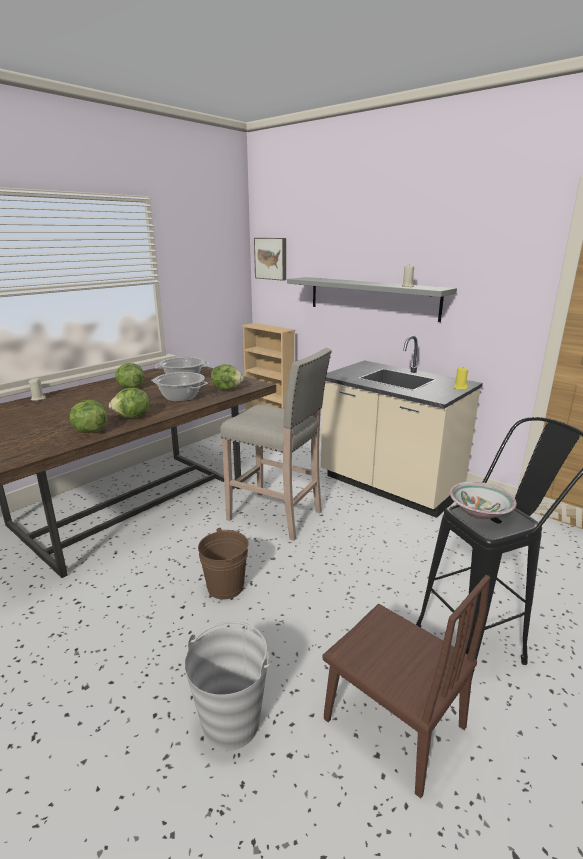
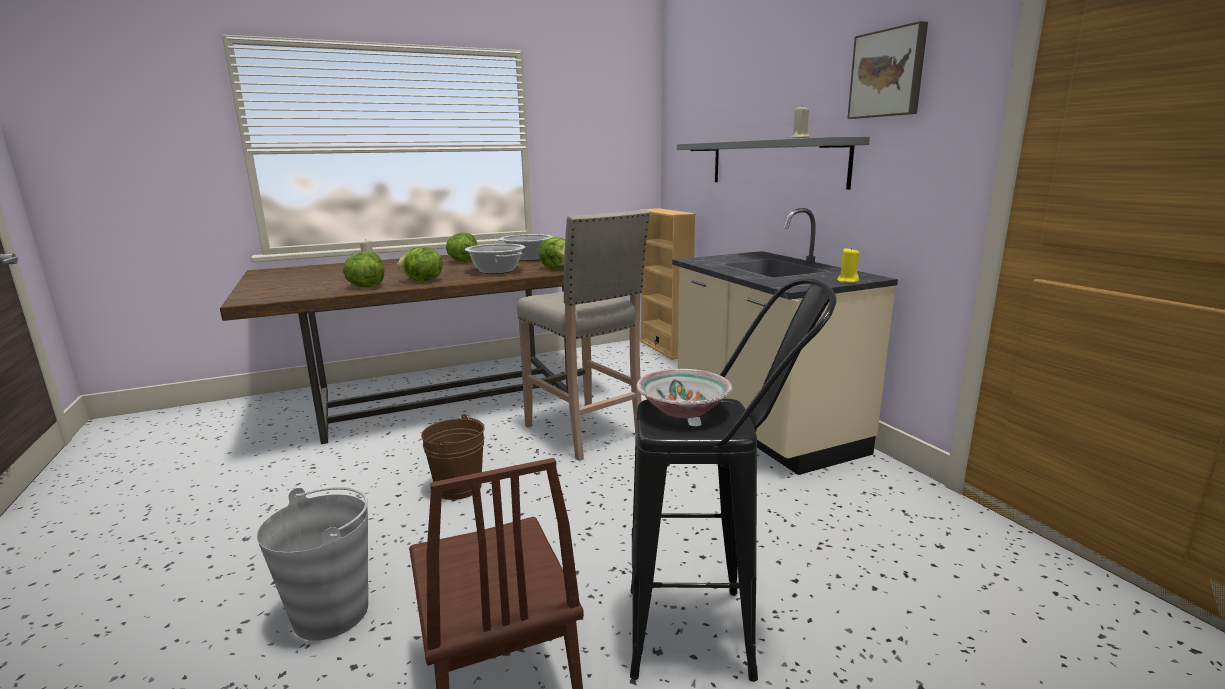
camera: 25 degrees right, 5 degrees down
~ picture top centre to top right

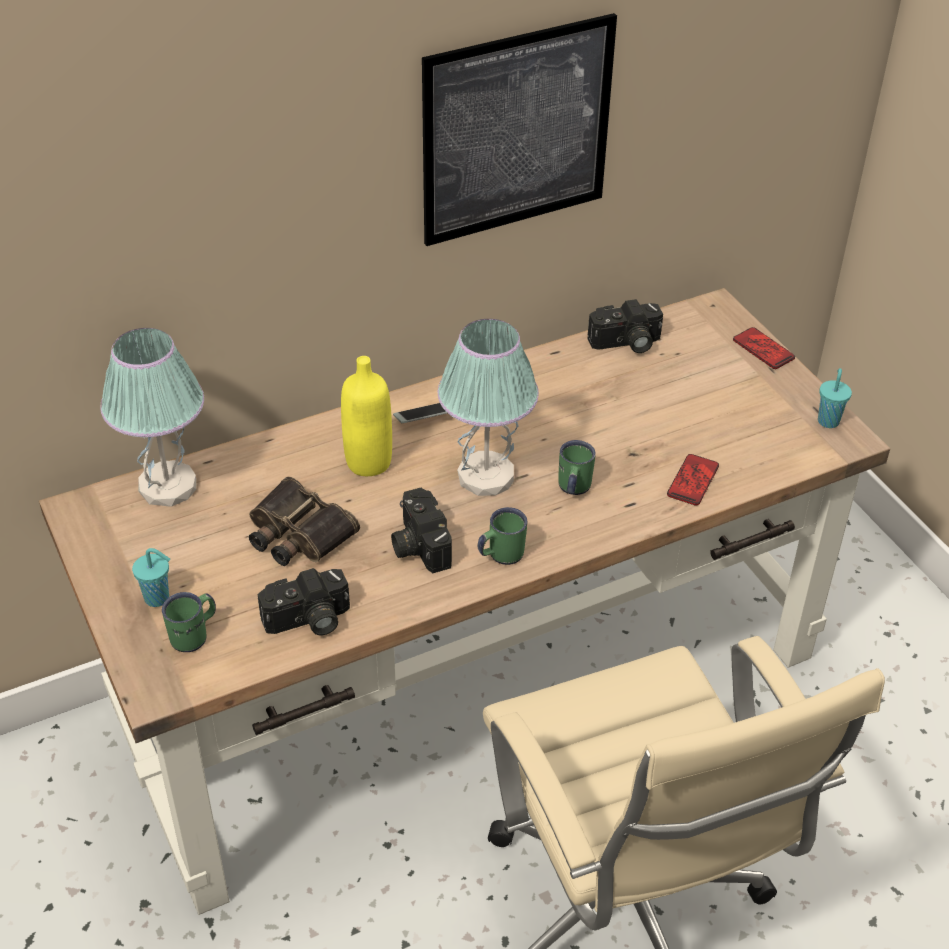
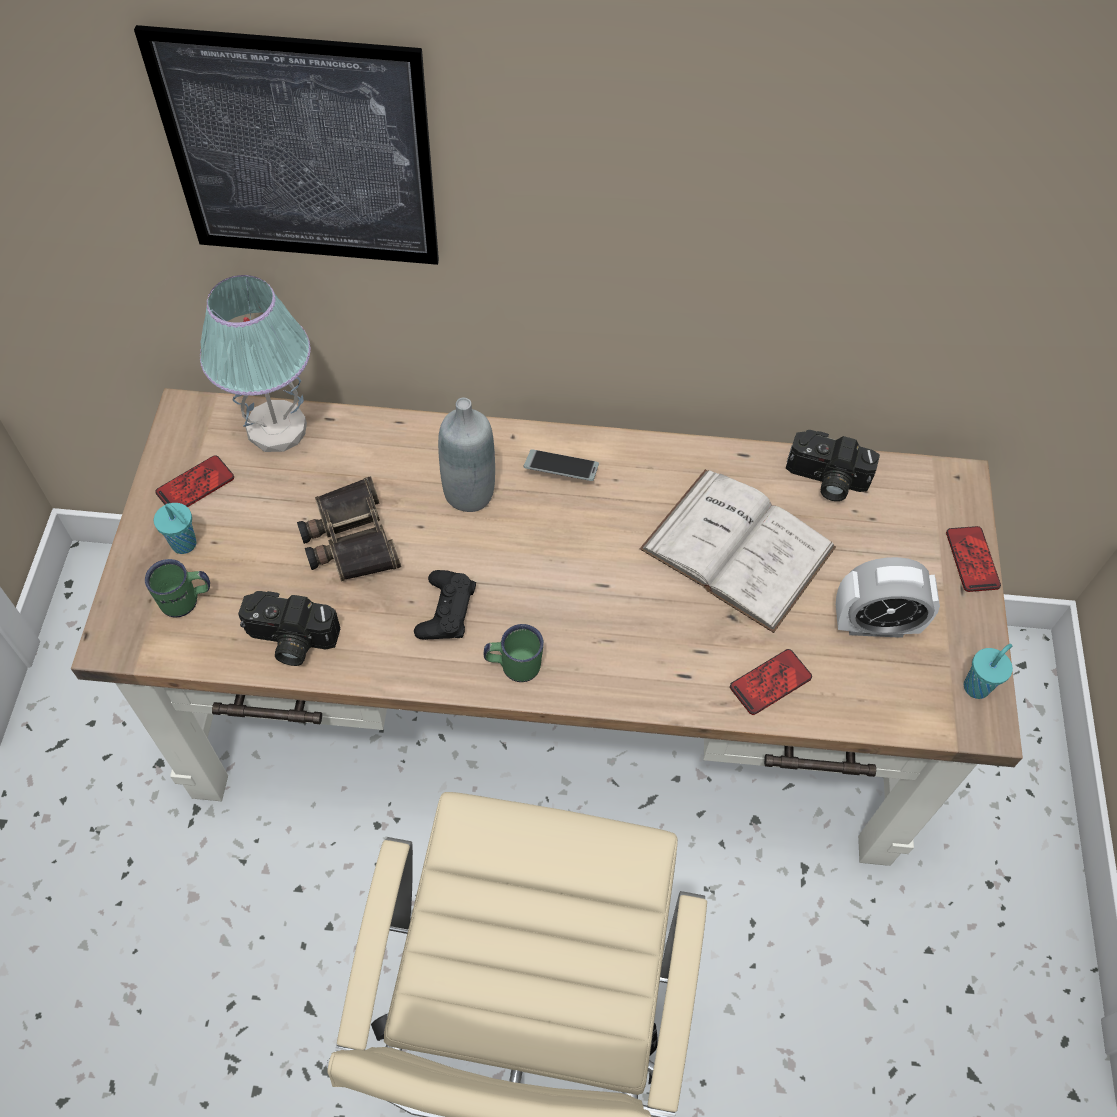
camera: 30 degrees right, 15 degrees up
~ picture top centre to top left
+ phone (1st from left) middle left
~ photo camera (2nd from left) centre to game controller (black) centre
~ bottle (yellow) centre to bottle (grey) centre
+ book (white) centre
+ alarm clock middle right
- table lamp (2nd from left) centre
- mug (green) (3rd from left) centre

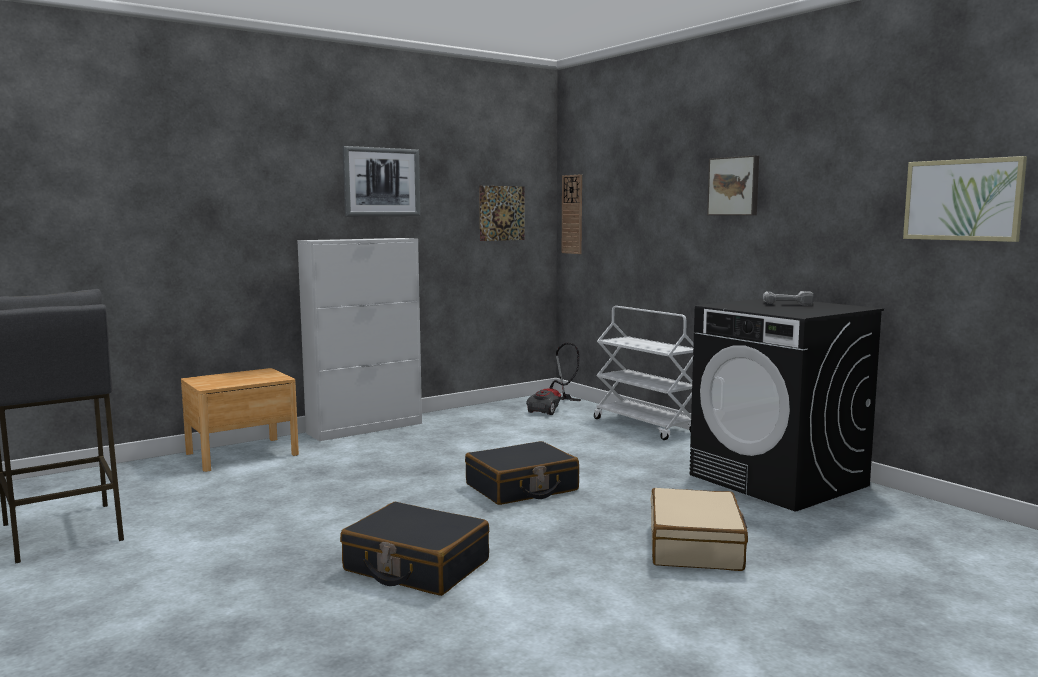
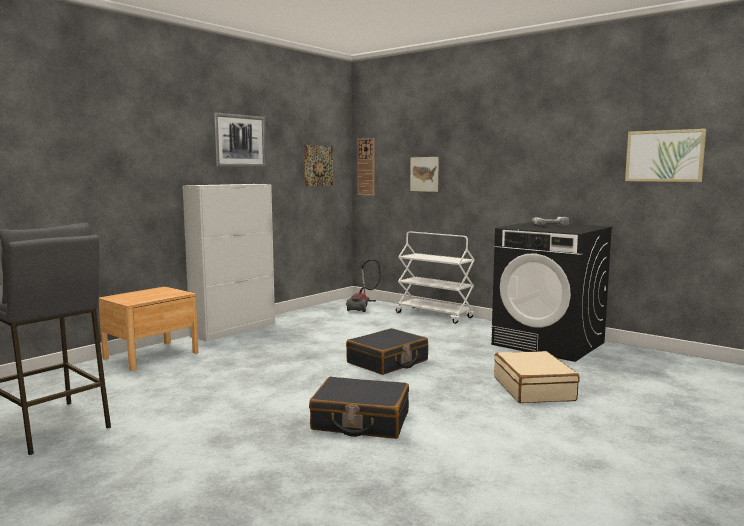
camera: 15 degrees left, 0 degrees up
~ picture (3rd from left) top right to top centre

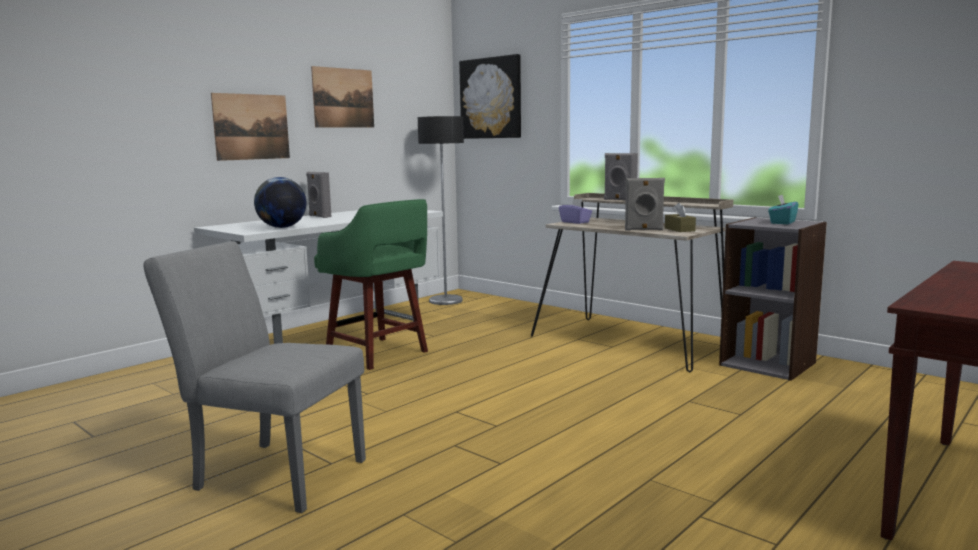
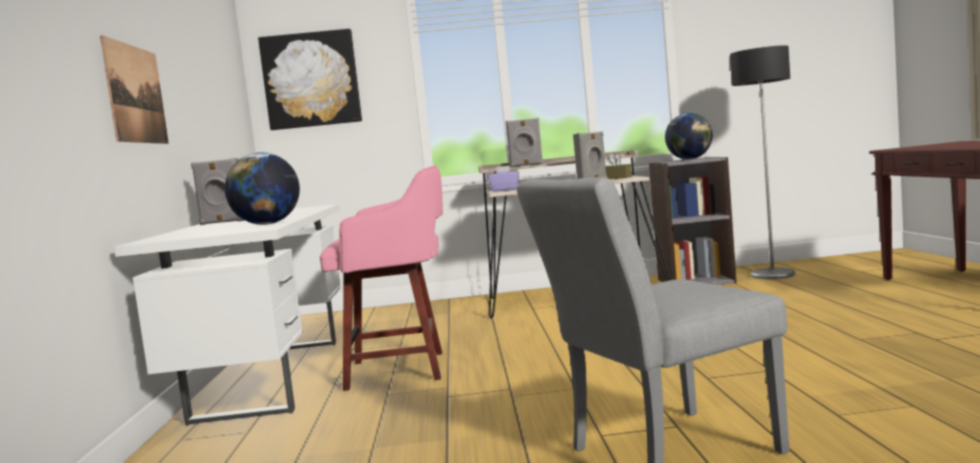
camera: 45 degrees left, 5 degrees down
~ stool (green) centre to stool (pink) centre
~ tissue box (turquoise) middle right to globe (2nd from left) top right
~ floor lamp centre to middle right
- picture (2nd from left) top centre

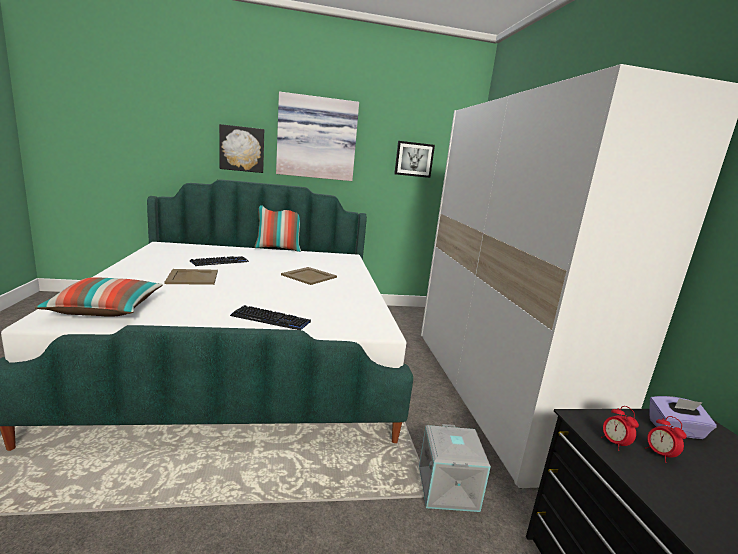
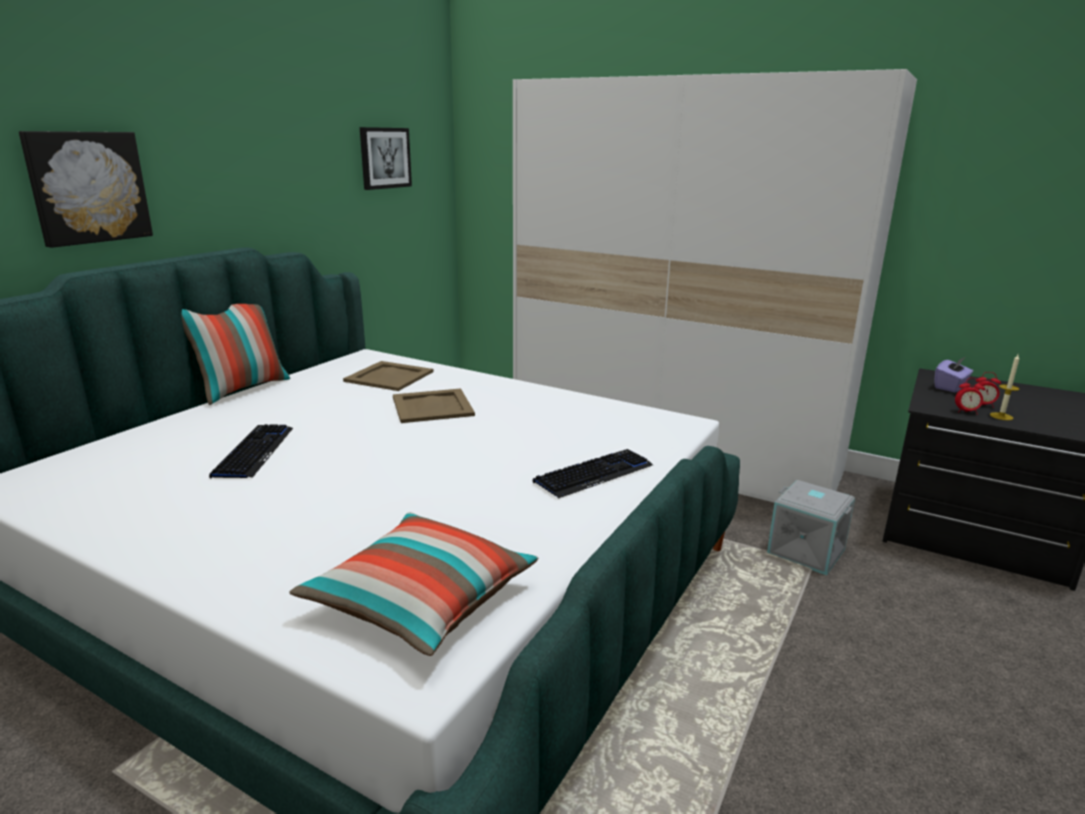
camera: 50 degrees left, 5 degrees up
~ tray (beige) (1st from left) middle left to centre
+ candle middle right
- picture (2nd from left) top centre

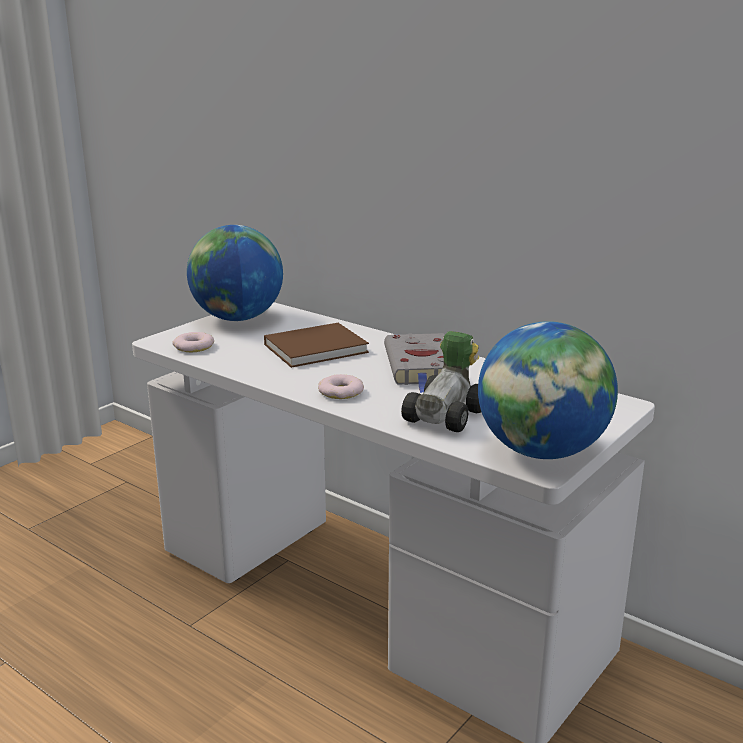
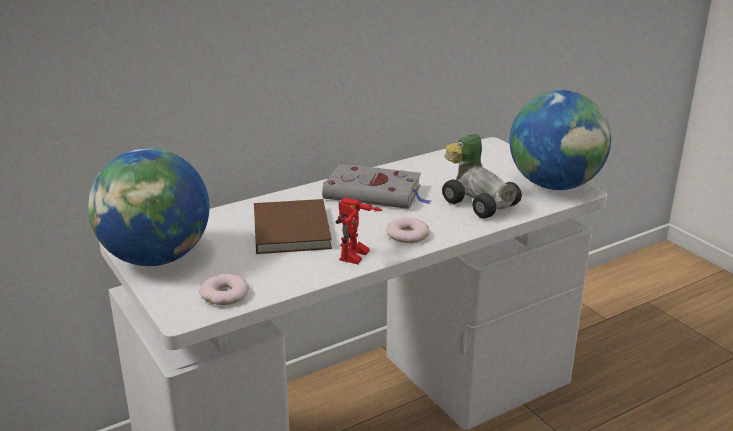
camera: 70 degrees left, 5 degrees up
+ toy robot centre

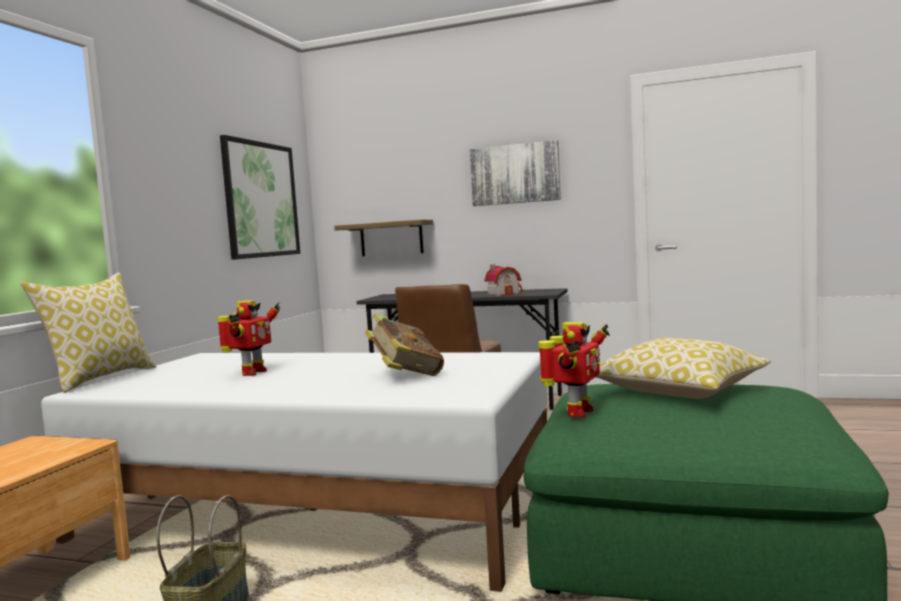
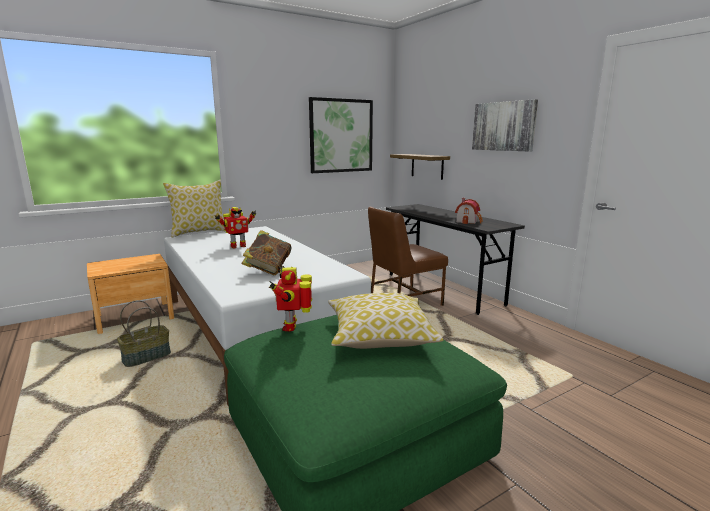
camera: 40 degrees right, 10 degrees up
~ toy robot (2nd from left) centre = centre 105 degrees clockwise

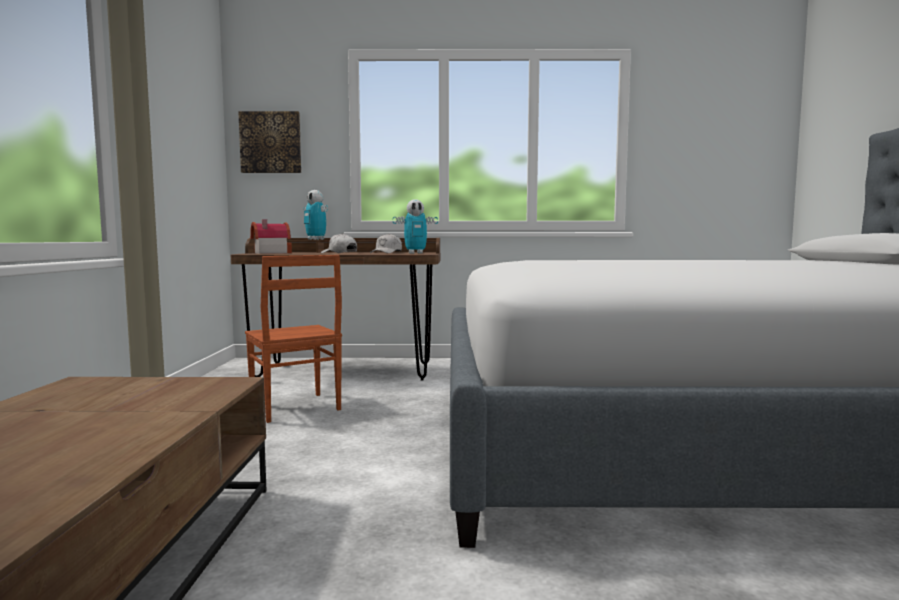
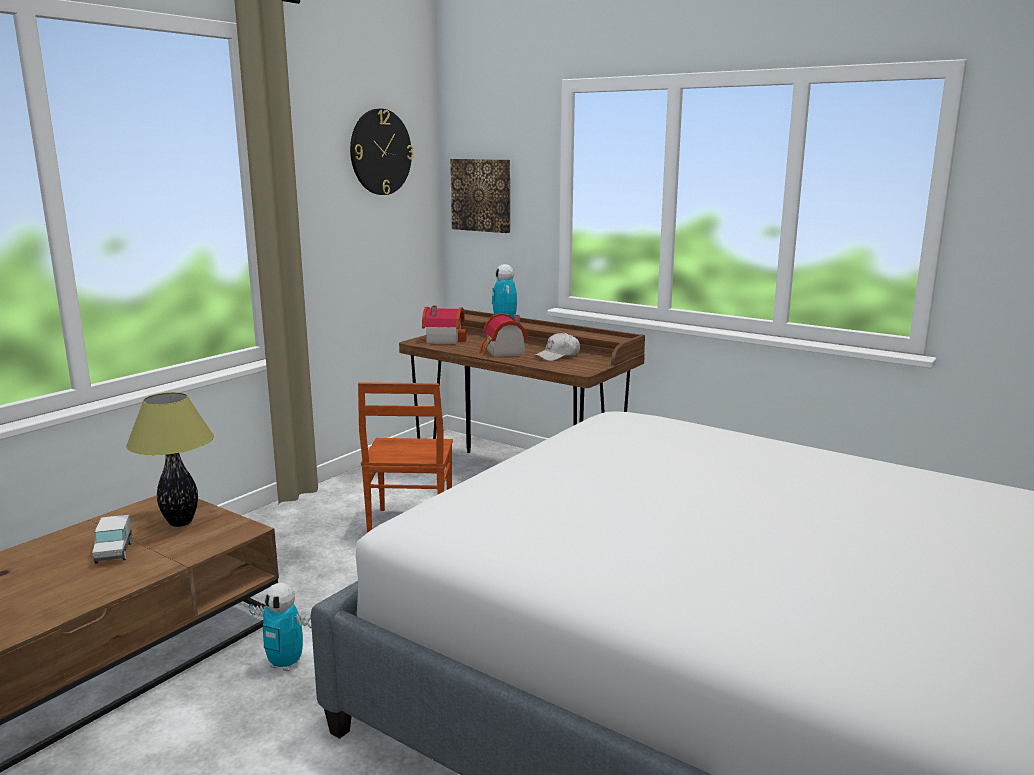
camera: 35 degrees right, 10 degrees up
+ toy truck bottom left
+ table lamp middle left
~ toy robot (2nd from left in the first image) centre to toy robot (1st from left) bottom left
+ wall clock top centre
~ cap (white) (1st from left) centre to toy house (2nd from left) centre

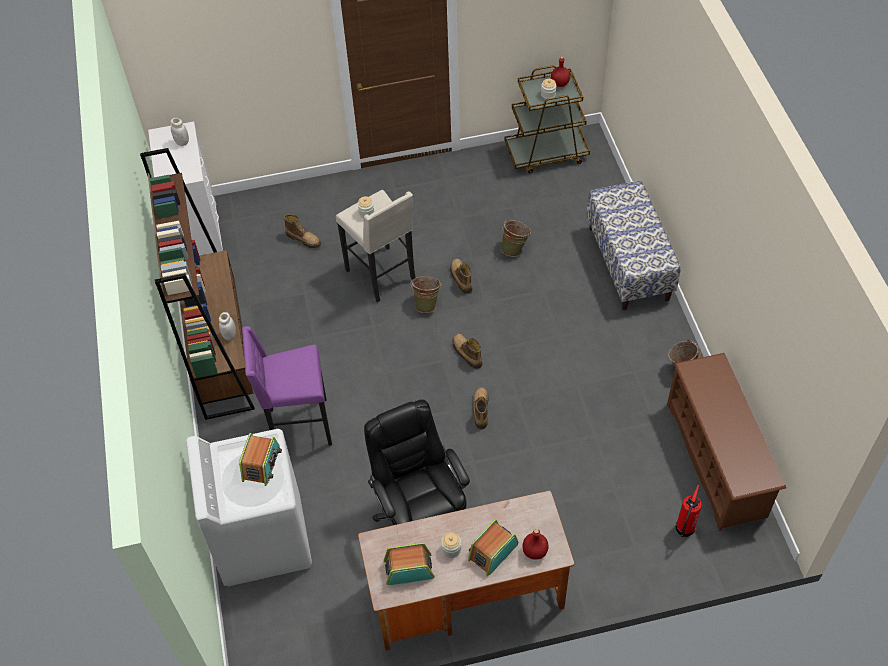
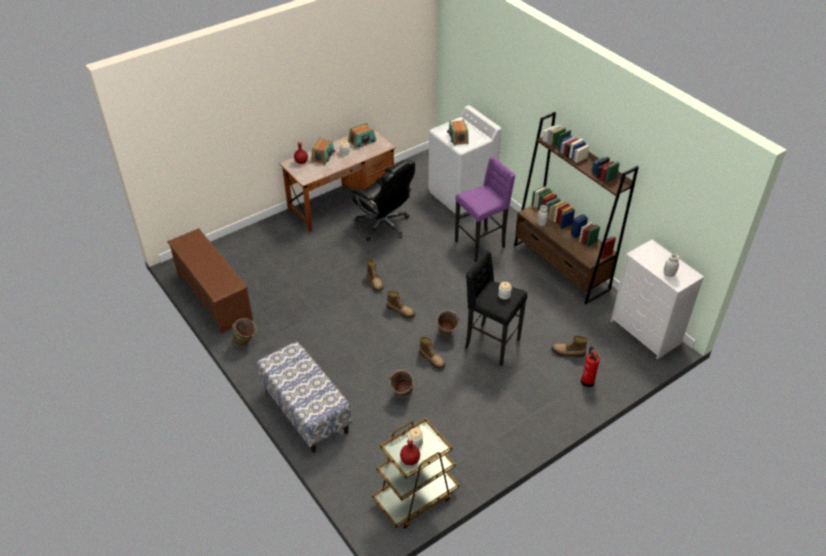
camera: 155 degrees right, 10 degrees down
~ stool (beige) centre to stool (black) centre
~ fire extinguisher bottom right to middle right

